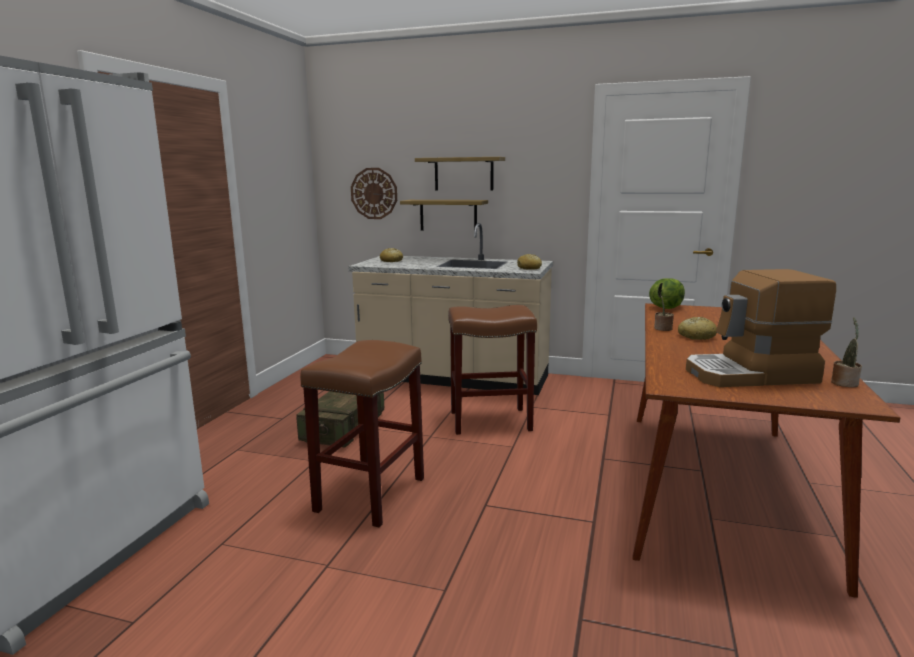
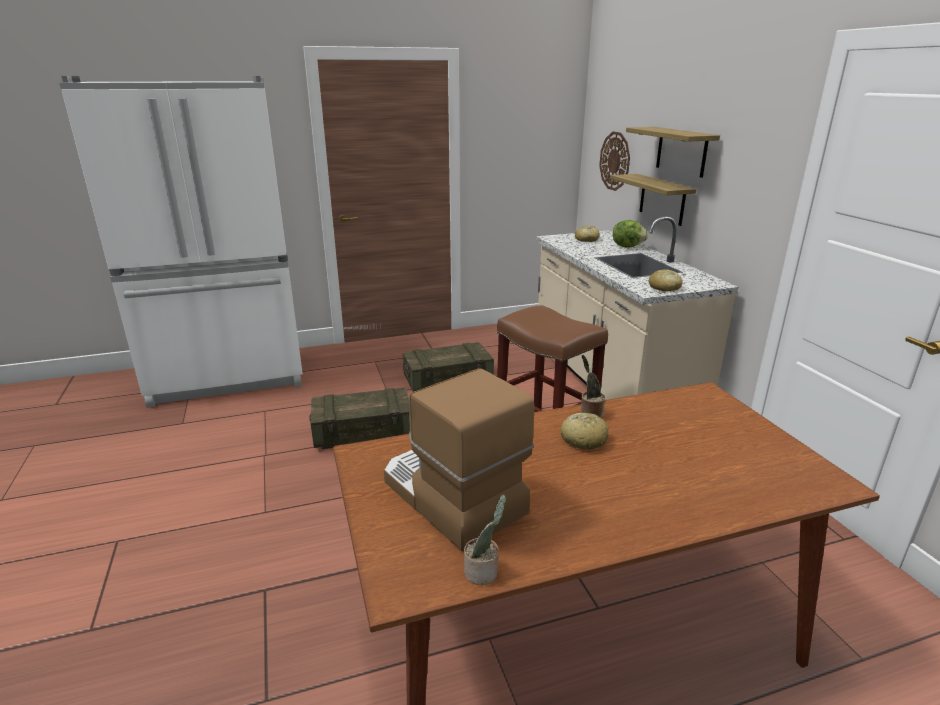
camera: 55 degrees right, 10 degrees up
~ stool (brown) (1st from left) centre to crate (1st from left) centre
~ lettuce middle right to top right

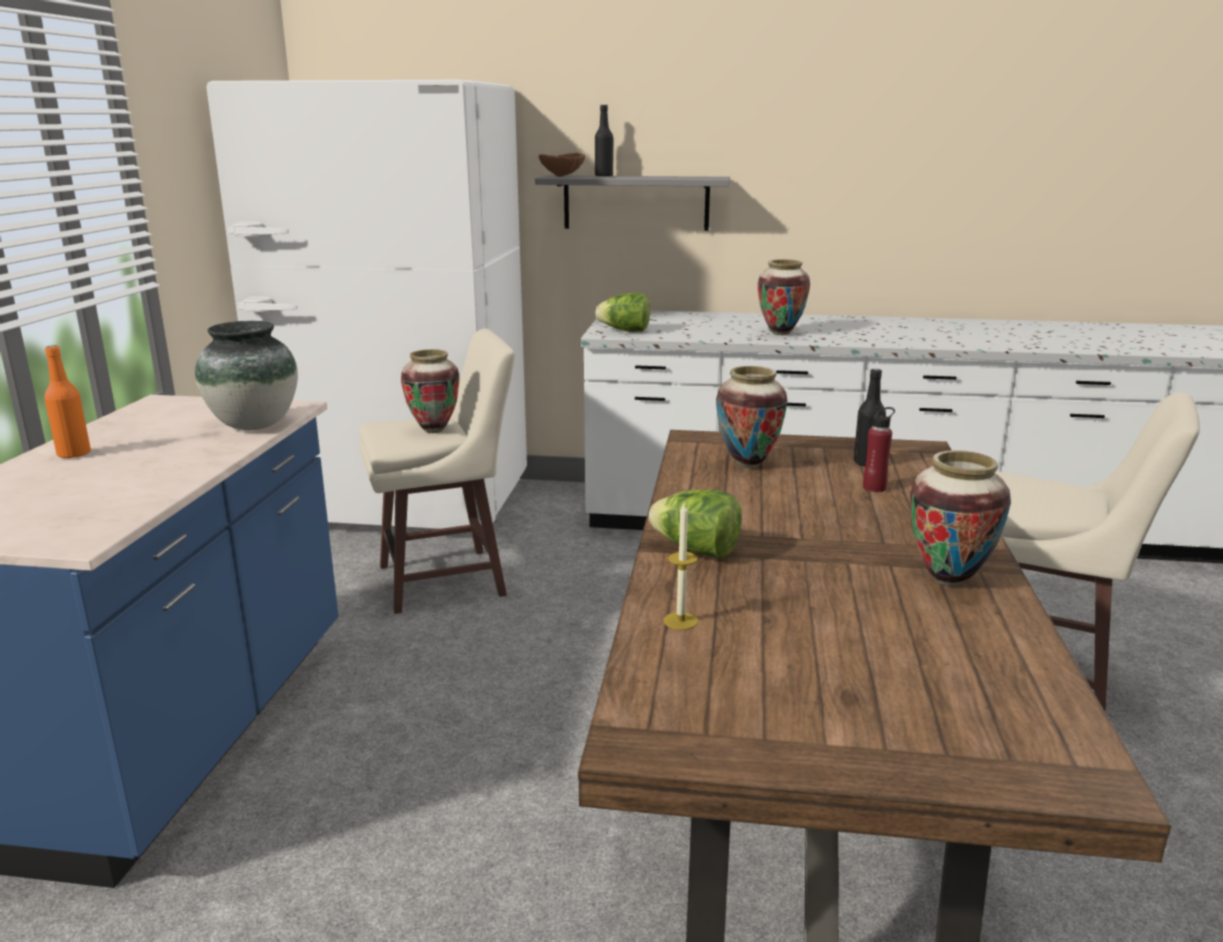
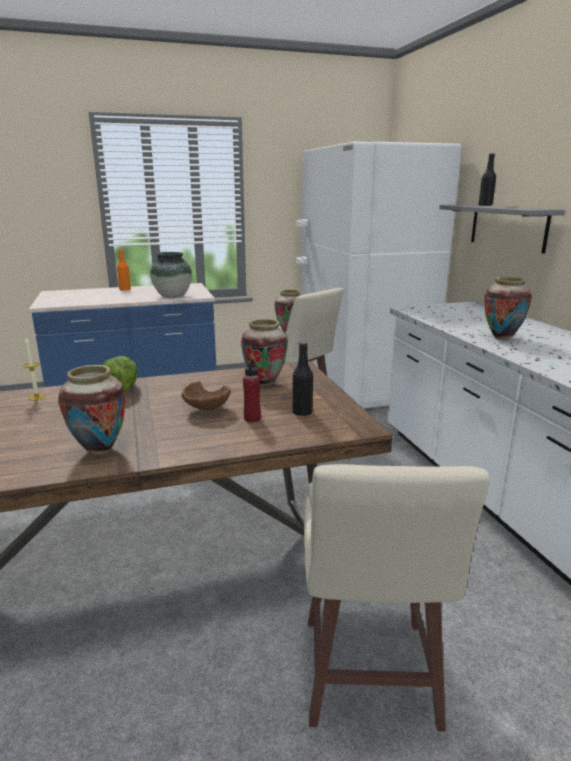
camera: 65 degrees right, 0 degrees up
~ bowl (brown) top centre to centre
- lettuce (1st from left) top centre

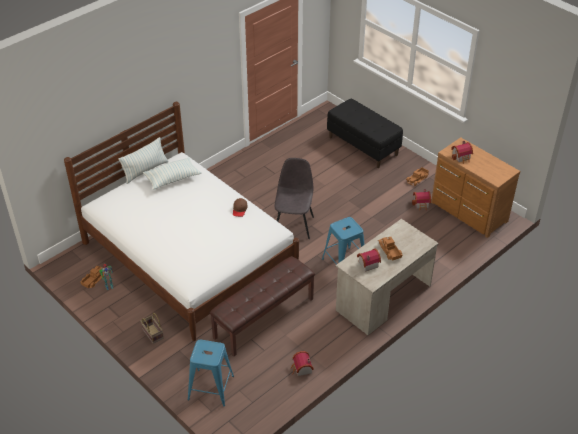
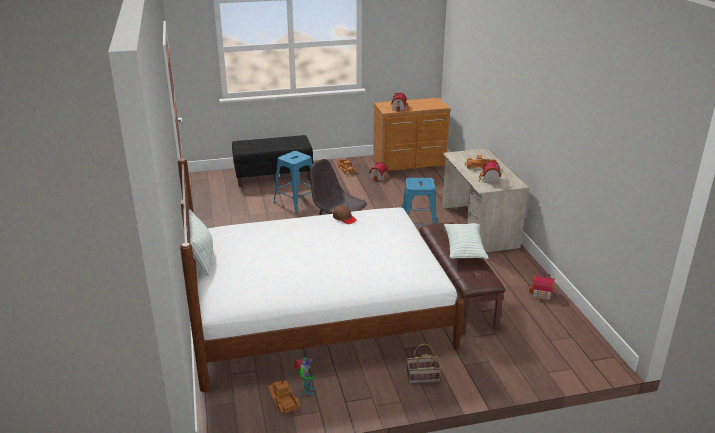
camera: 60 degrees left, 15 degrees down
~ stool (blue) (1st from left) bottom centre to centre
~ pillow (2nd from left) middle left to centre

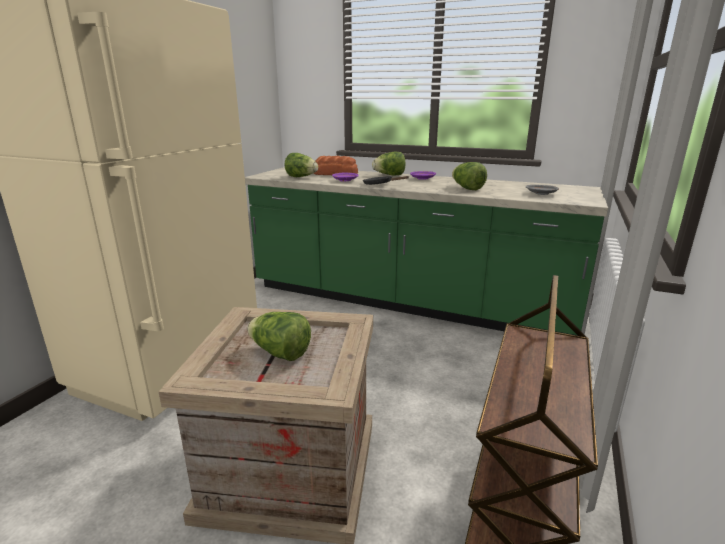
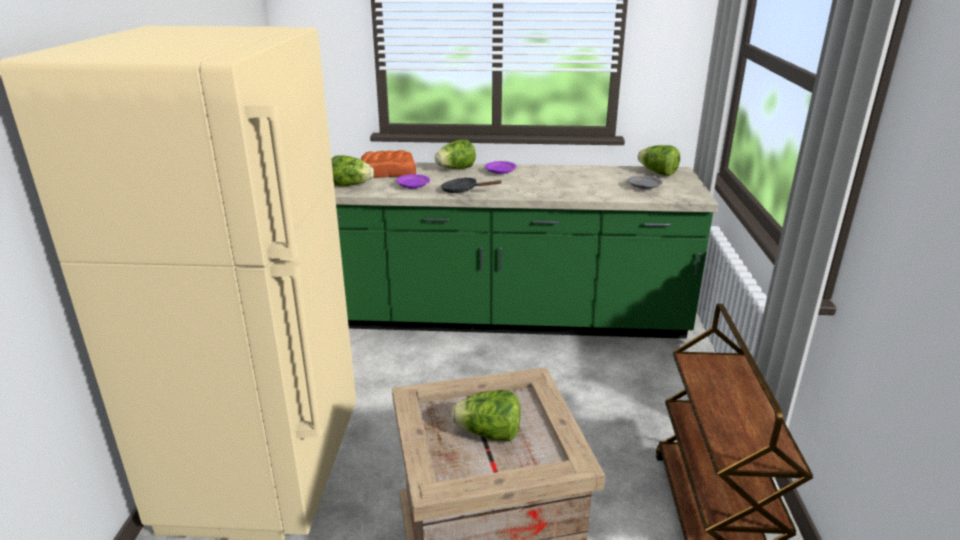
camera: 20 degrees left, 5 degrees up
~ lettuce (4th from left) top centre to top right

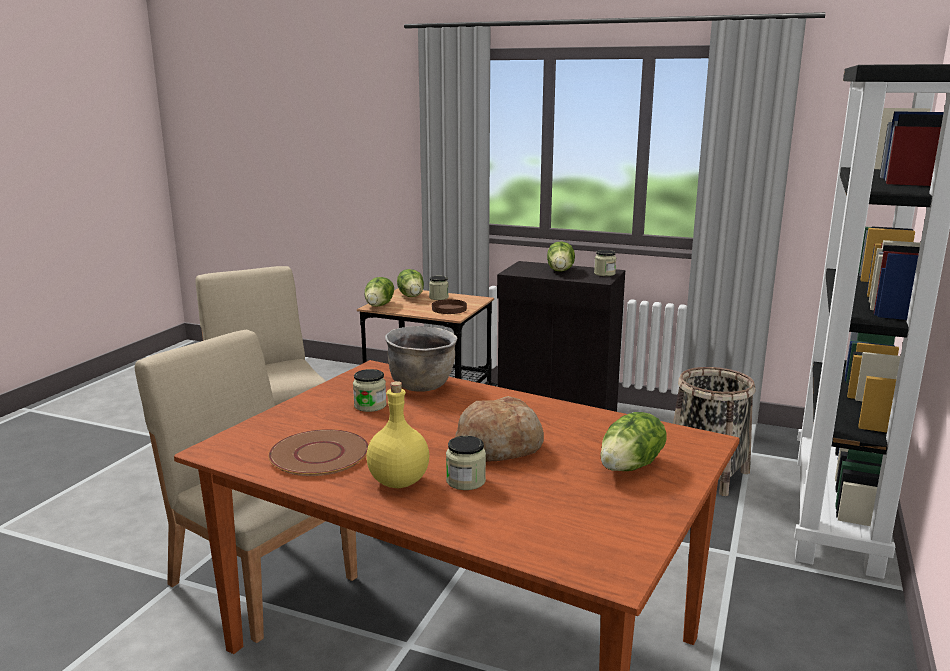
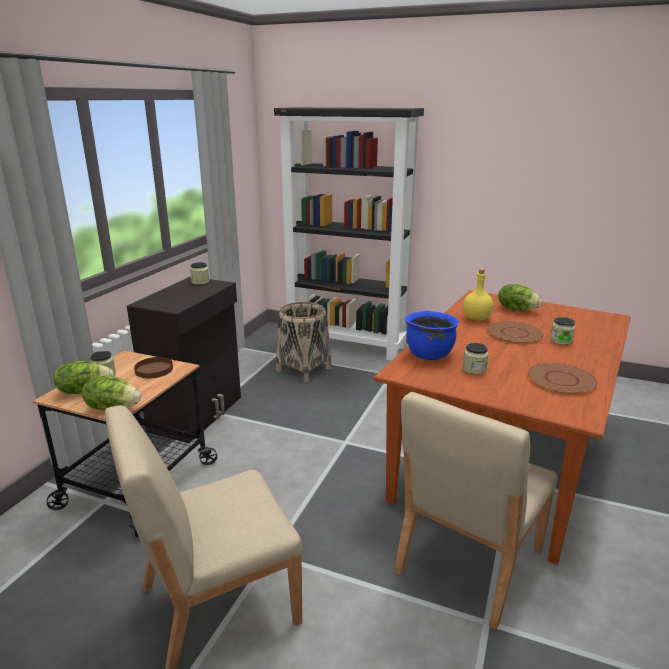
camera: 90 degrees left, 5 degrees up
~ cooking pot (brown) centre to cooking pot (blue) centre
~ bottle (yellow) centre to middle right
~ bread centre to plate (brown) (2nd from left) middle right
- lettuce (3rd from left) centre

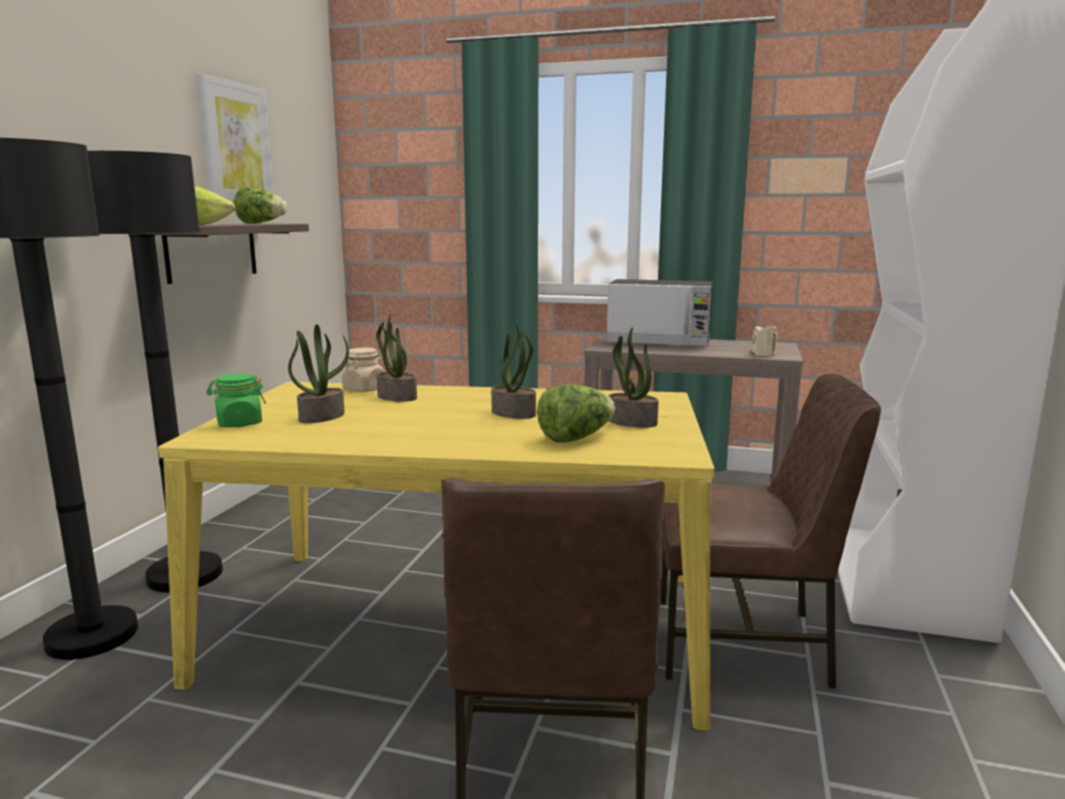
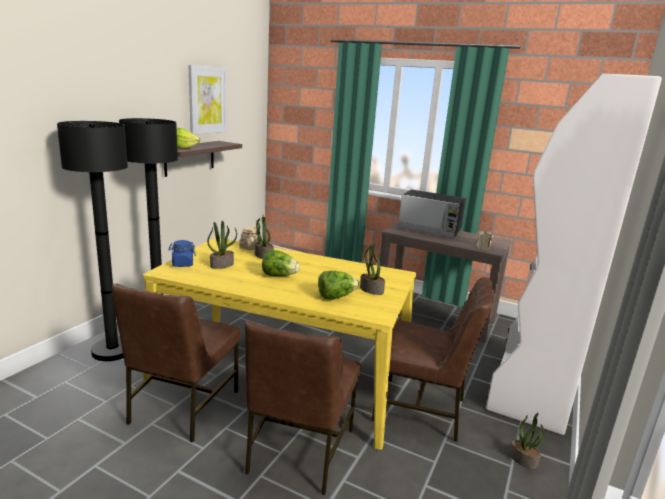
camera: 10 degrees right, 5 degrees up
+ chair (brown) (1st from left) bottom left
~ jar (green) middle left to jar (blue) middle left
~ lettuce (2nd from left) top left to centre
~ potted plant (3rd from left in the first image) centre to potted plant (4th from left) bottom right

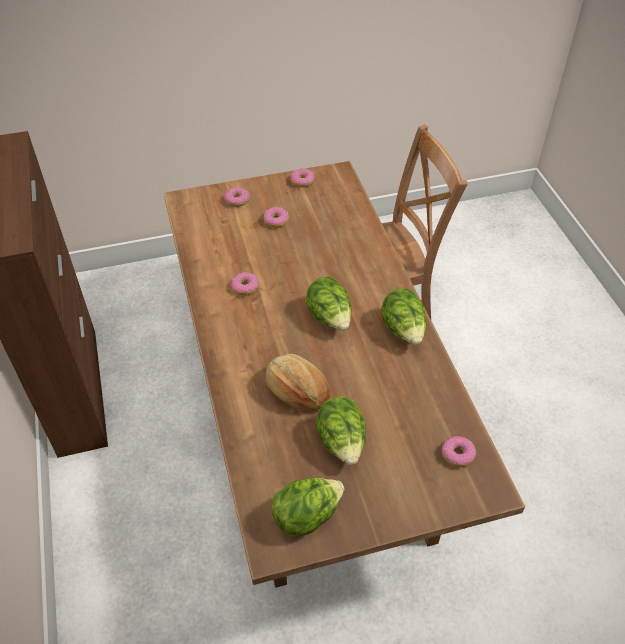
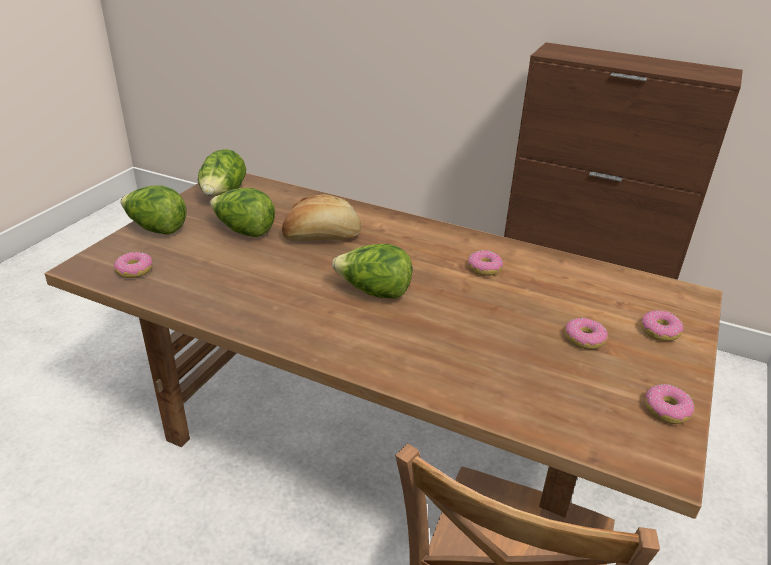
camera: 130 degrees right, 15 degrees down
~ lettuce (4th from left in the first image) centre to lettuce (1st from left) middle left

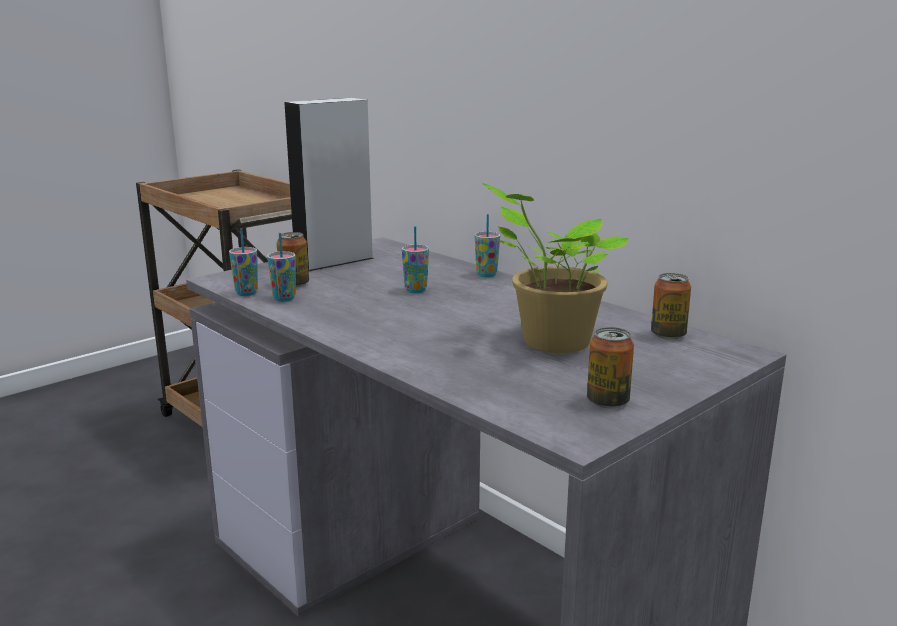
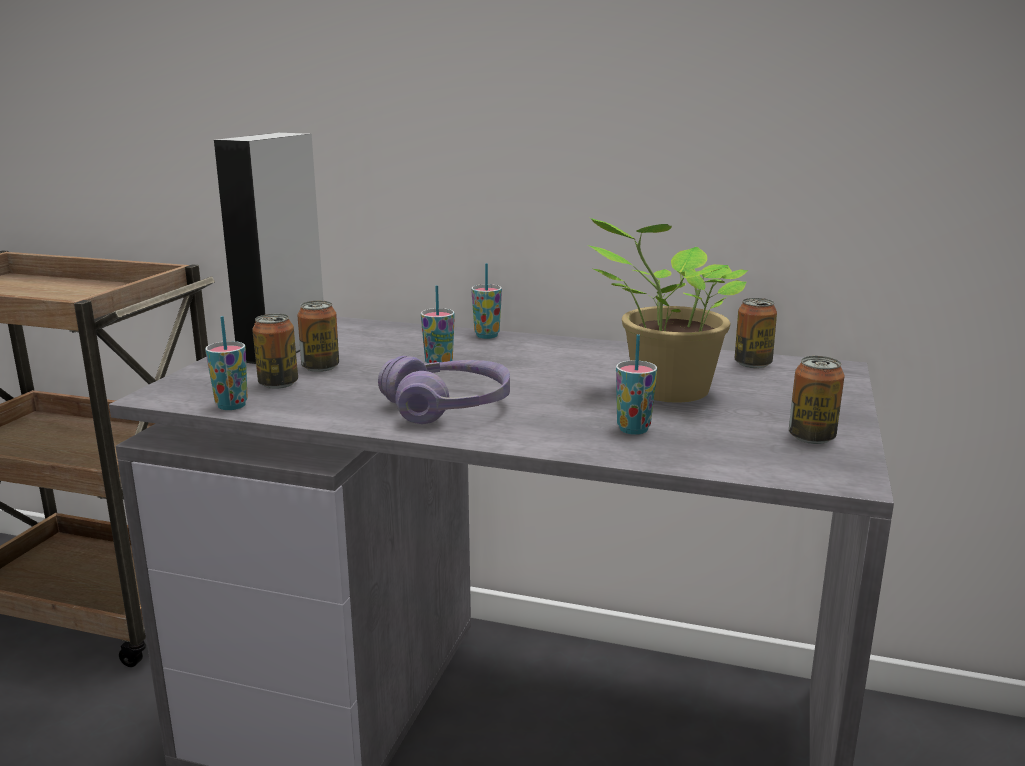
camera: 30 degrees left, 0 degrees up
+ can (2nd from left) middle left
+ headphones (purple) centre
~ cup (2nd from left in the first image) middle left to cup (4th from left) centre

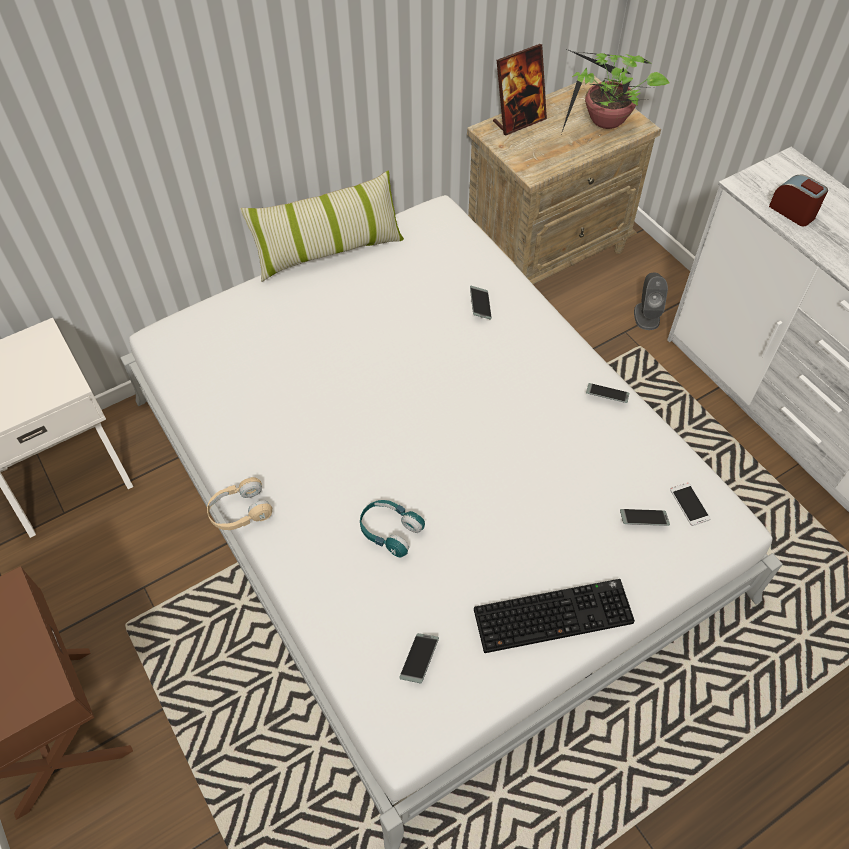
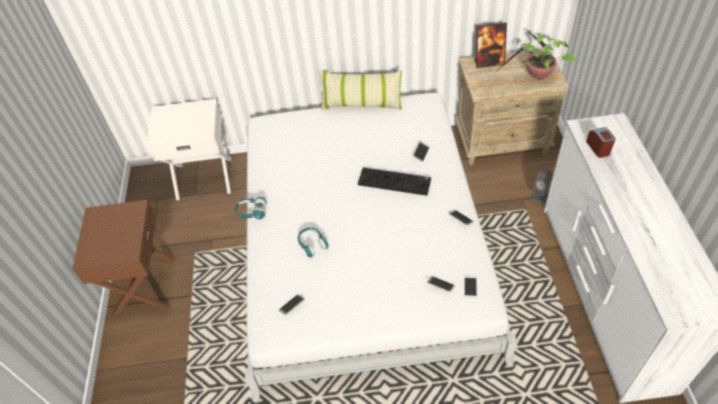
camera: 30 degrees right, 5 degrees down
~ headphones (beige) middle left to headphones (turquoise) (1st from left) centre
~ keyboard bottom centre to centre

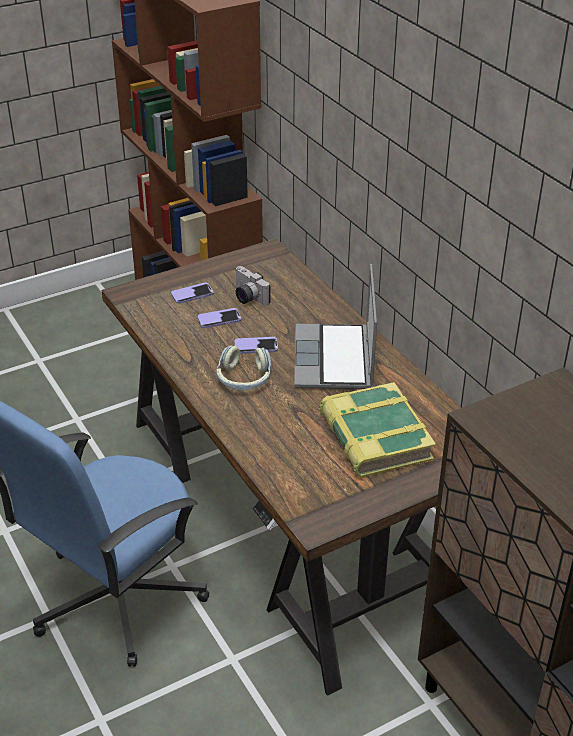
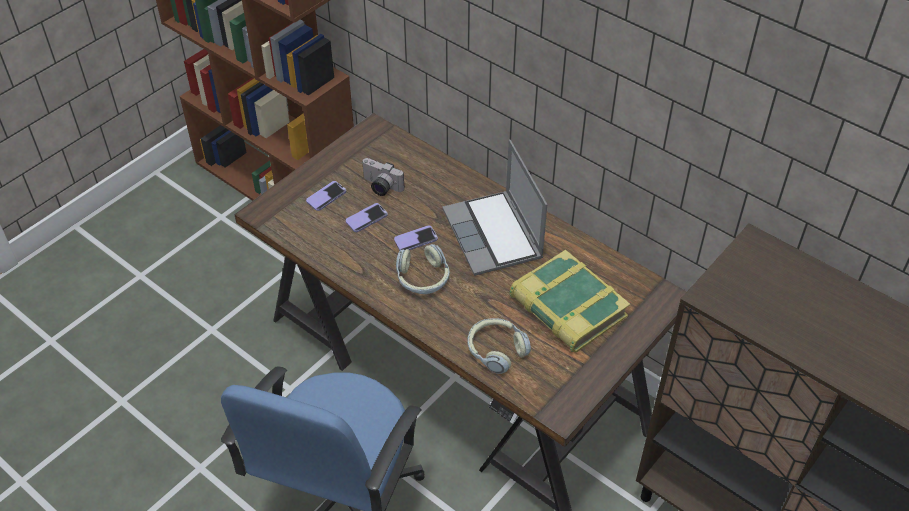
camera: 20 degrees left, 10 degrees up
+ headphones (2nd from left) bottom centre

